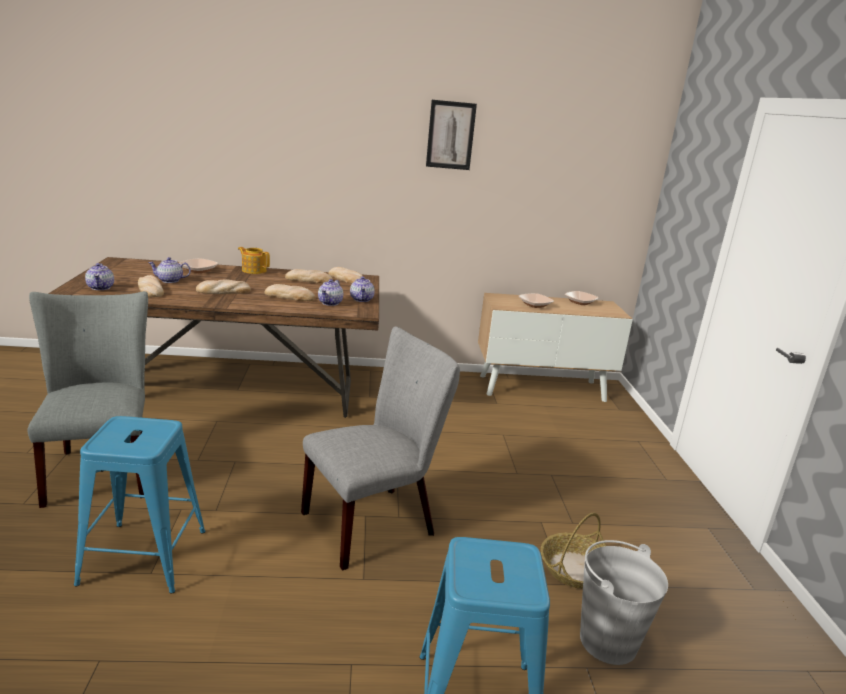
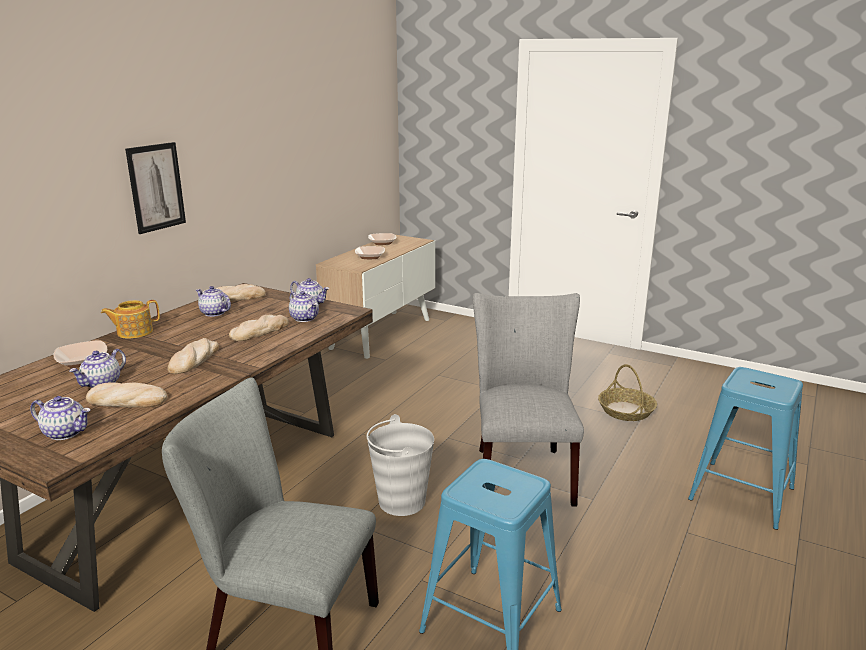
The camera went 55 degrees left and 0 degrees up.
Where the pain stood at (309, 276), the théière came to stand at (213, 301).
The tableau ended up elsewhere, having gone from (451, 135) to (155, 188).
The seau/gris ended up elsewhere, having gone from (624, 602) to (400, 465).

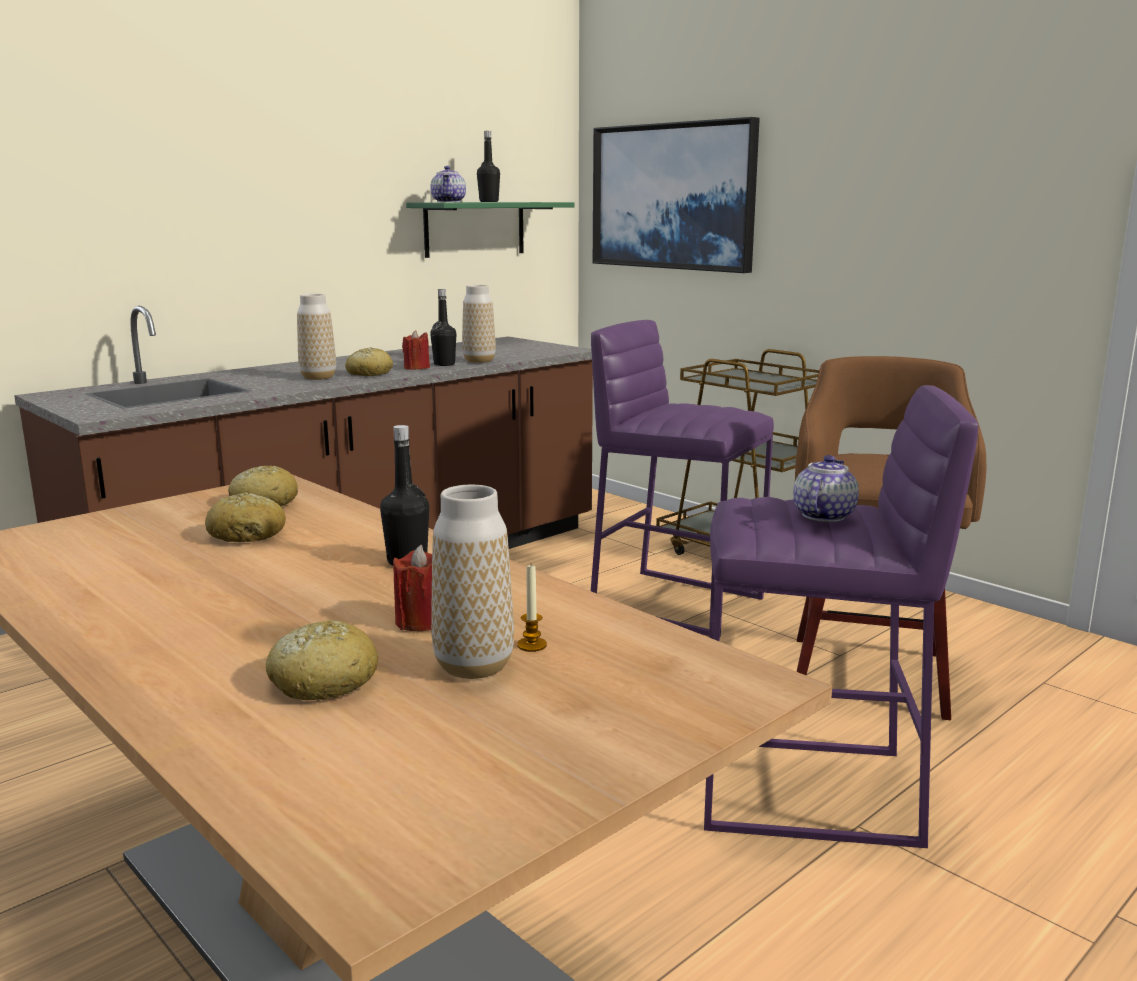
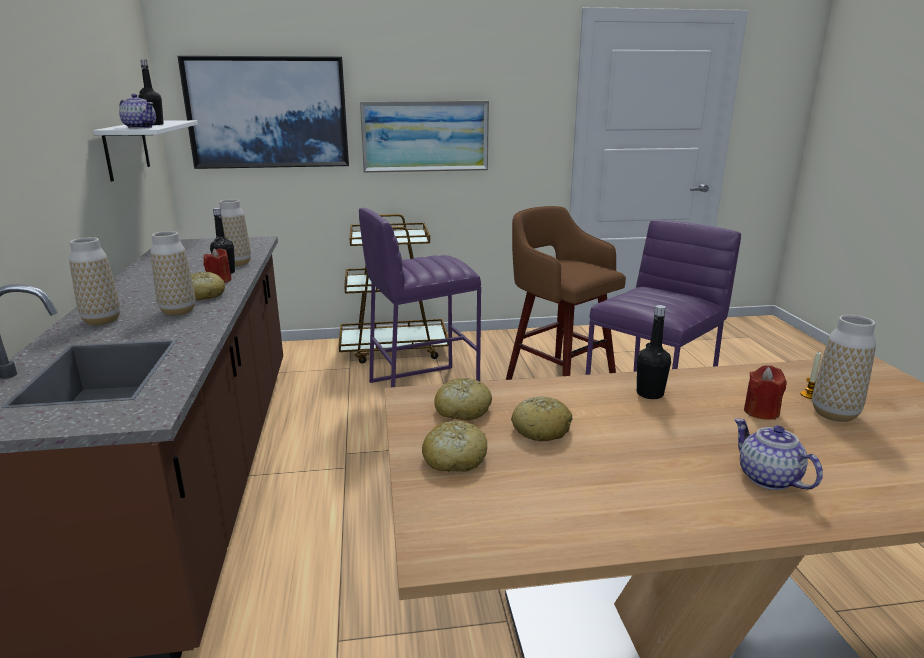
The camera went 55 degrees left and 5 degrees up.
The pain ended up elsewhere, having gone from (322, 660) to (454, 446).
What was the étagère/vert at (490, 230) turned into the étagère/blanc at (145, 150).
The théière ended up elsewhere, having gone from (826, 488) to (778, 454).
The second view gained the vase at (94, 281).
The second view gained the tableau at (424, 137).

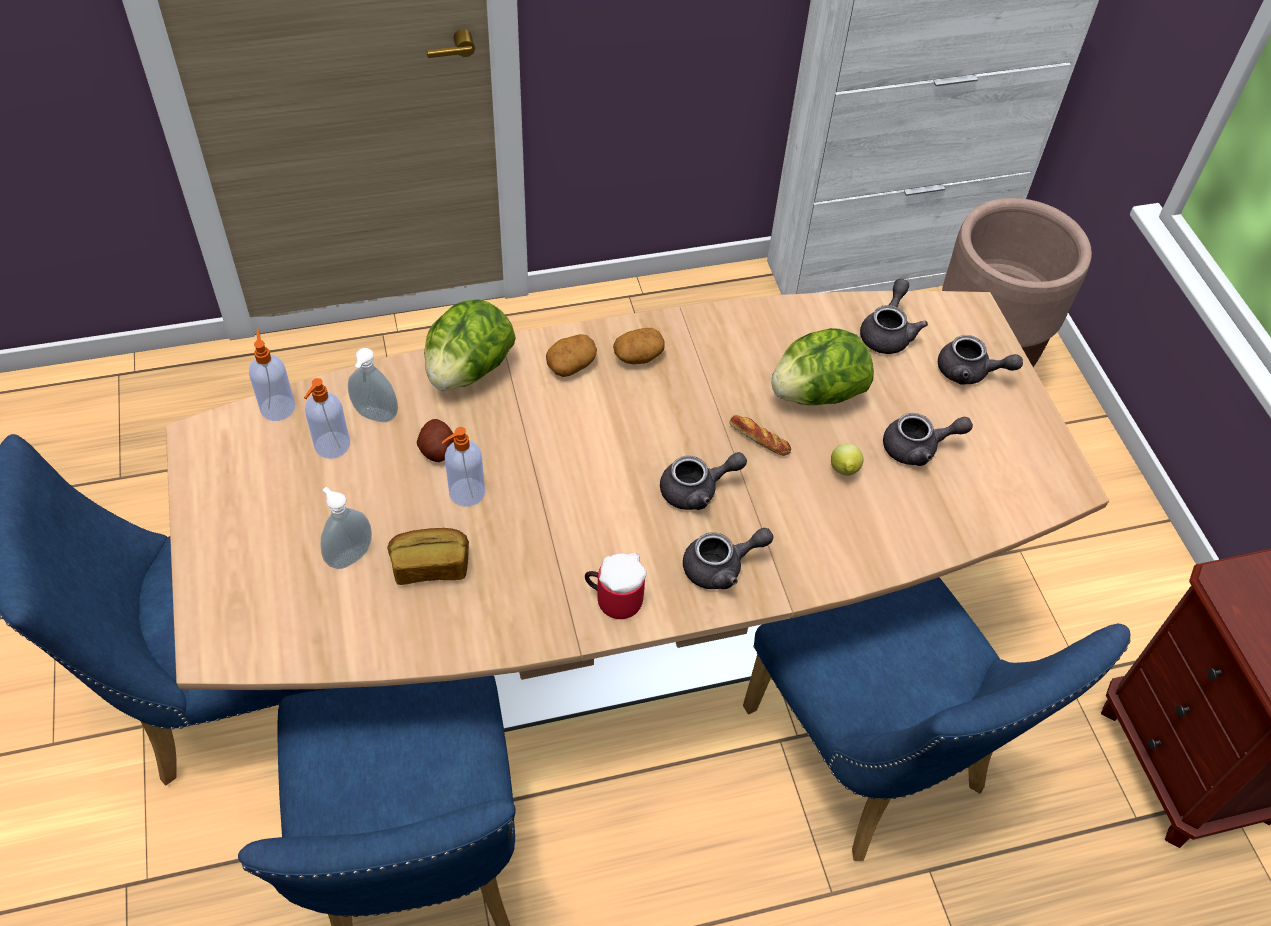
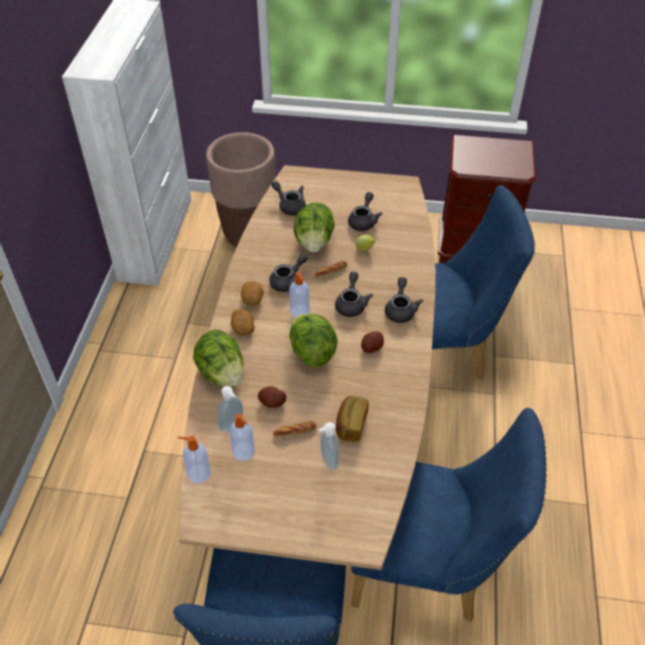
The camera went 65 degrees left and 5 degrees down.
The distributeur de savon ended up elsewhere, having gone from (463, 467) to (299, 294).
The second view lost the mug at (615, 586).
The théière/gris ended up elsewhere, having gone from (980, 360) to (288, 272).
The second view gained the pain at (294, 429).
The second view gained the laitue at (314, 340).
The second view gained the pomme de terre at (372, 342).

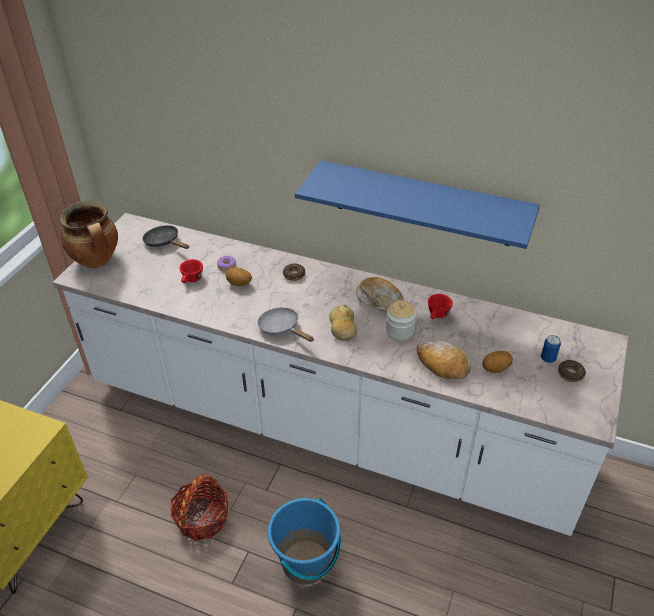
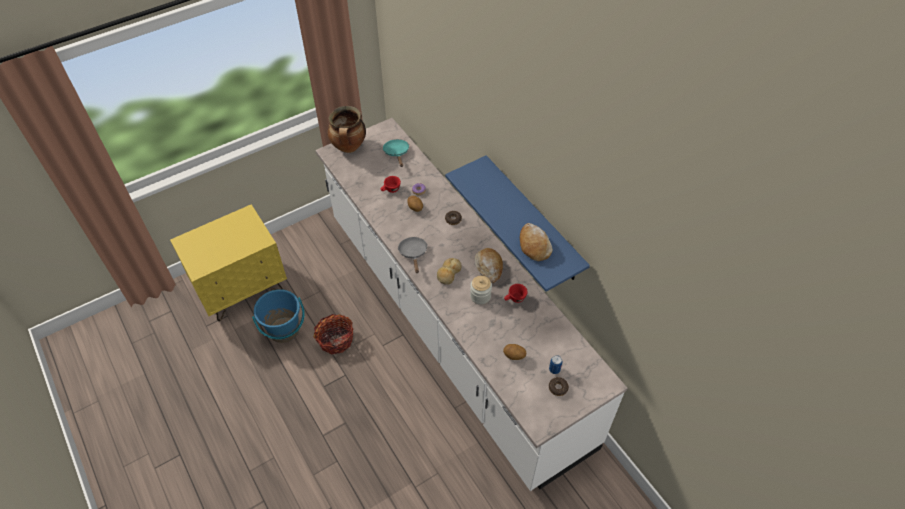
The camera went 35 degrees right and 10 degrees up.
What was the poêle/noir at (165, 237) turned into the poêle/turquoise at (396, 153).
The seau/bleu ended up elsewhere, having gone from (304, 541) to (278, 316).
The pain ended up elsewhere, having gone from (444, 360) to (536, 242).

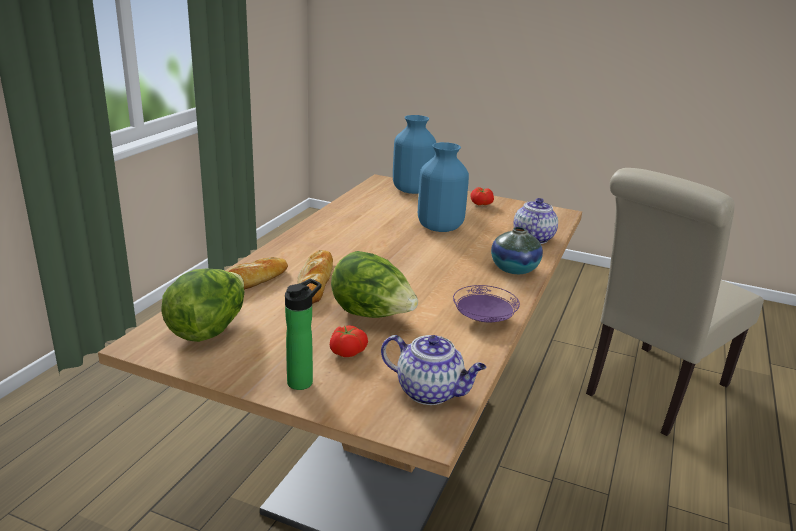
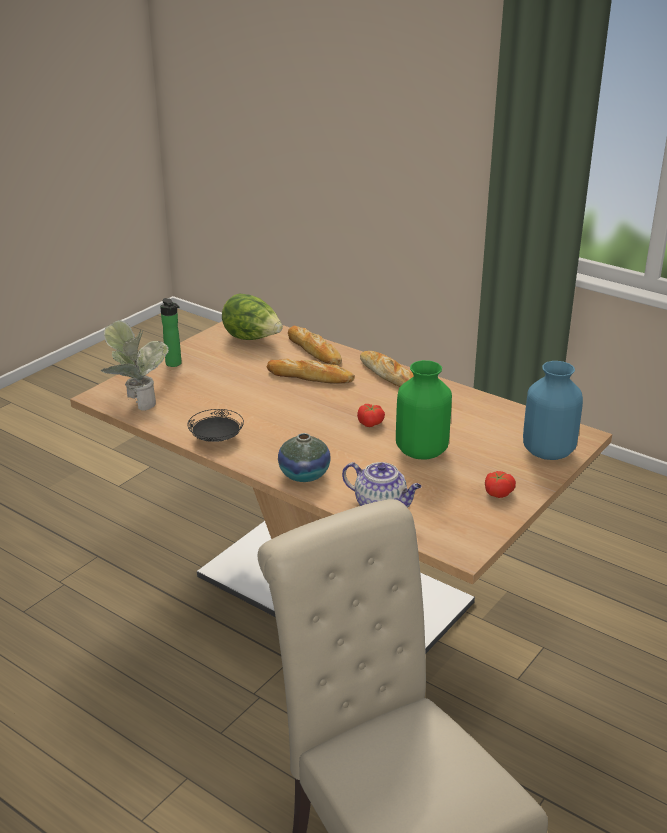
The camera went 105 degrees right and 5 degrees up.
The tomate ended up elsewhere, having gone from (349, 341) to (371, 415).
The second view lost the laitue at (374, 284).
Where the théière stood at (433, 370), the plante en pot came to stand at (134, 365).
What was the vase/bleu at (443, 187) turned into the vase/vert at (424, 410).
What was the assiette/violet at (486, 304) turned into the assiette/noir at (215, 425).
The second view gained the pain at (387, 369).

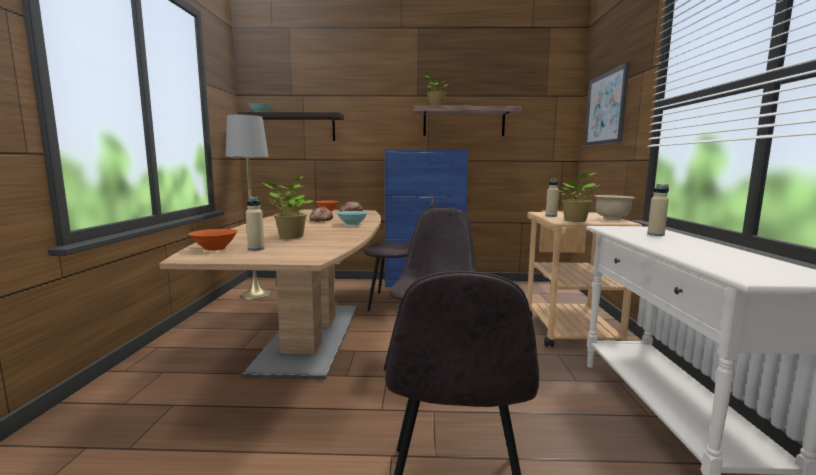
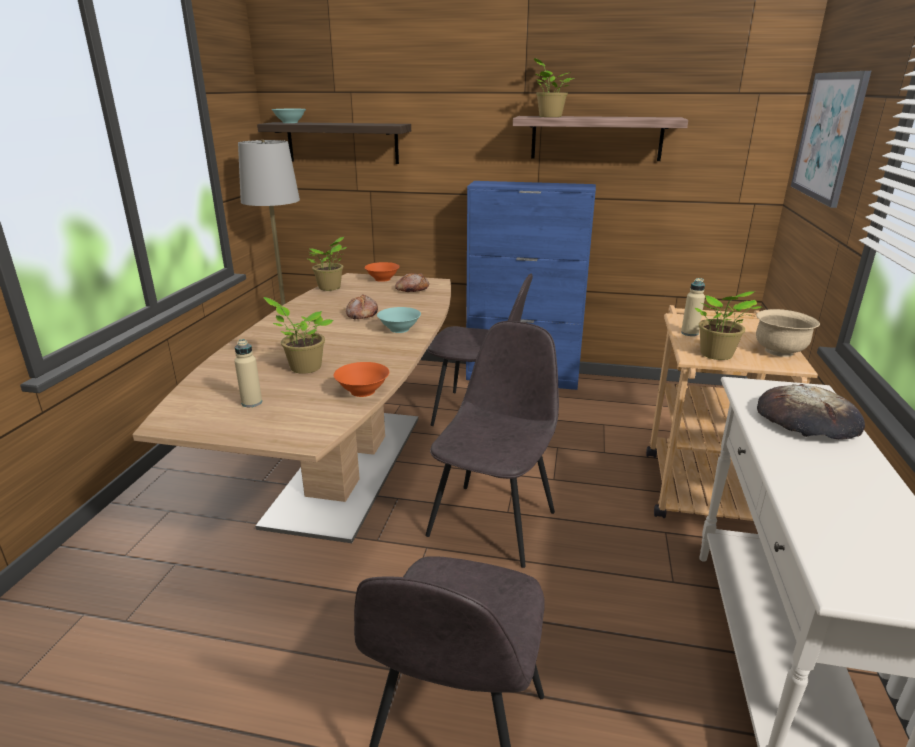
The camera went 10 degrees right and 15 degrees up.
The bol/orange ended up elsewhere, having gone from (213, 240) to (361, 379).
Where the bouteille/beige stood at (658, 210), the pain came to stand at (811, 411).

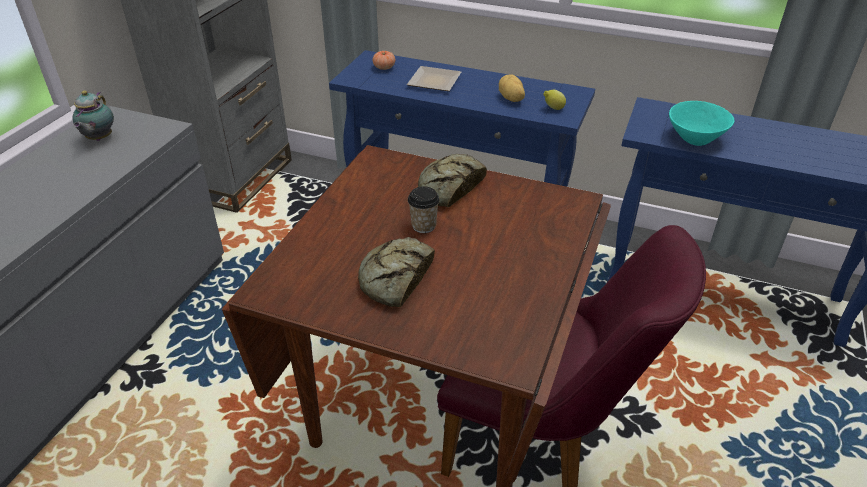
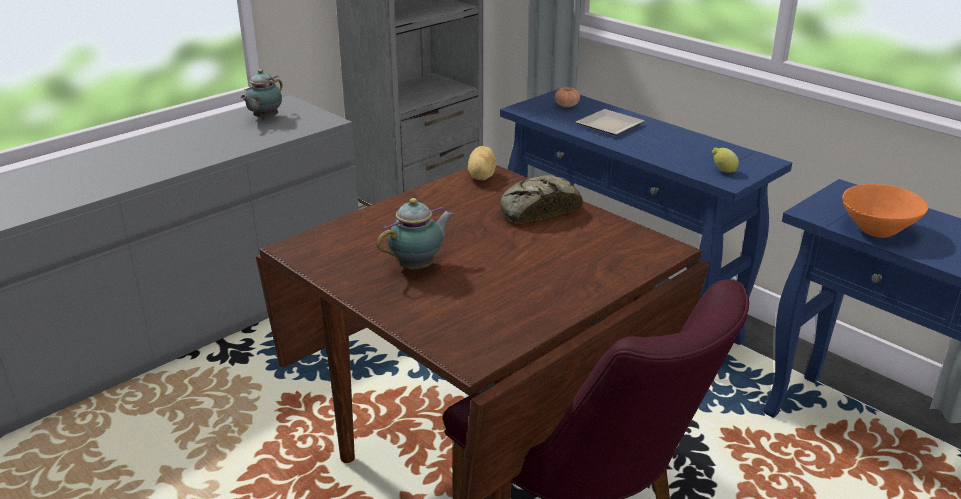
The camera went 25 degrees right and 10 degrees down.
Where the pain stood at (396, 272), the théière came to stand at (415, 234).
The second view lost the tasse at (424, 209).
The pomme de terre ended up elsewhere, having gone from (512, 88) to (482, 163).
What was the bol/turquoise at (702, 123) turned into the bol/orange at (885, 211).

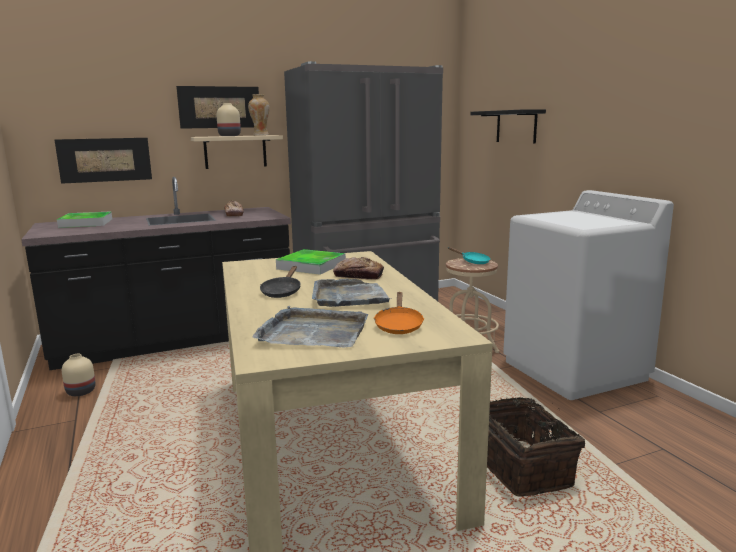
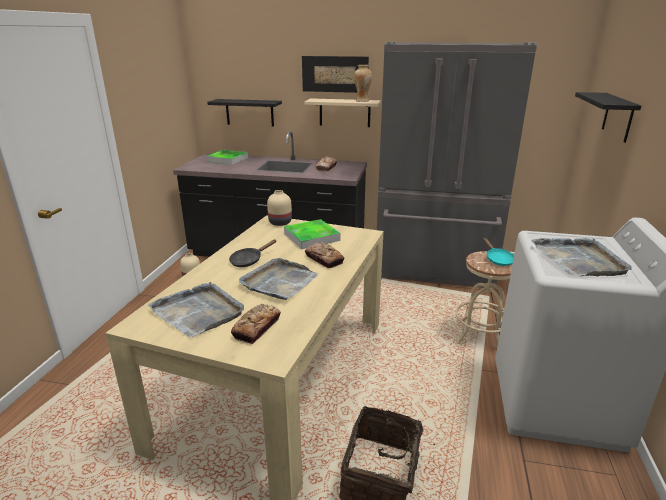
The camera went 35 degrees right and 10 degrees up.
Where the tableau hung at (103, 161), the étagère/noir came to hang at (244, 113).
The vase/beige ended up elsewhere, having gone from (228, 119) to (279, 208).
Where the poêle/orange stood at (399, 313), the pain came to stand at (256, 324).
The second view gained the plateau/gris at (581, 257).

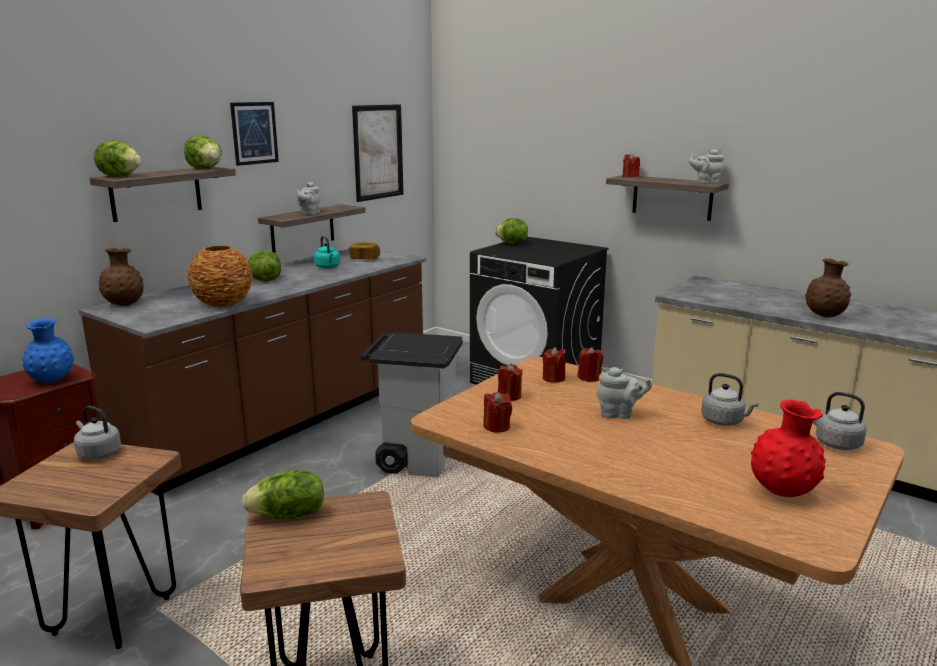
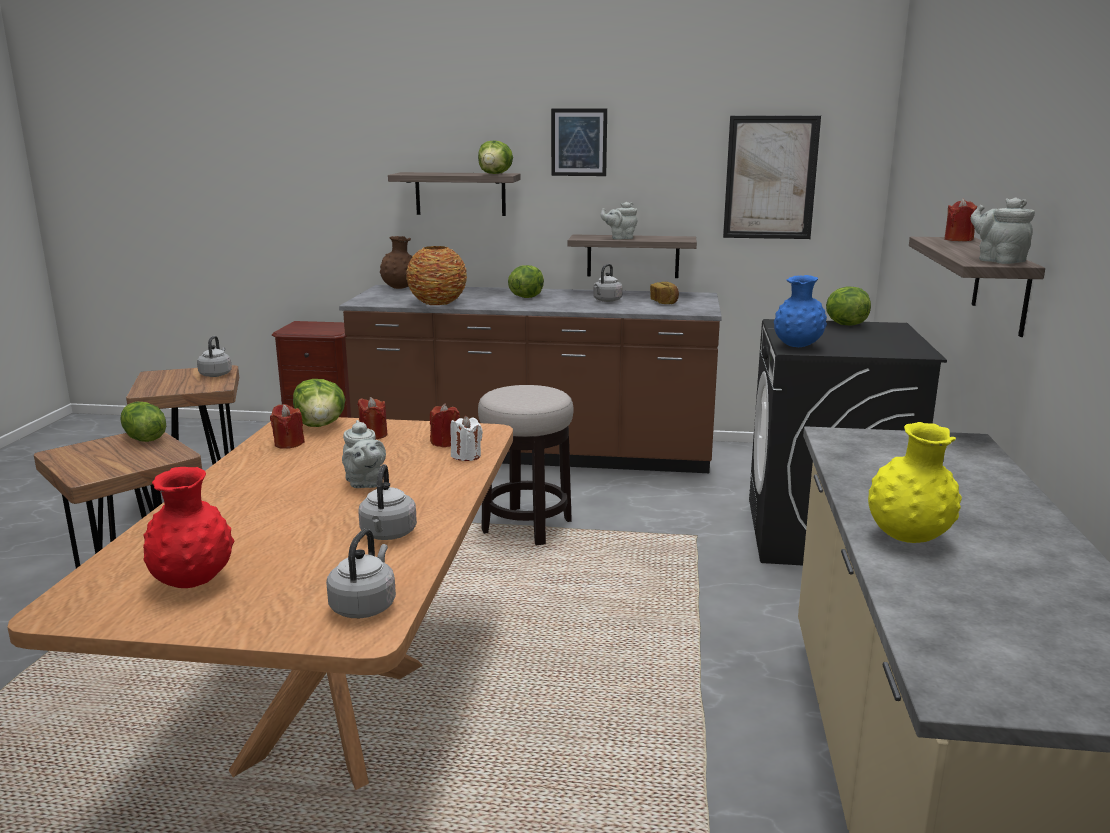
The camera went 60 degrees right and 0 degrees up.
The vase/bleu ended up elsewhere, having gone from (48, 350) to (800, 311).
The laitue ended up elsewhere, having gone from (118, 158) to (319, 403).
What was the bouilloire/turquoise at (327, 252) turned into the bouilloire/gris at (608, 283).
Where the poubelle/gris stood at (411, 405), the tabouret came to stand at (526, 465).
What was the bougie/rouge at (591, 364) turned into the bougie/blanc at (466, 438).
What was the vase/marron at (828, 287) turned into the vase/jaune at (915, 482).

